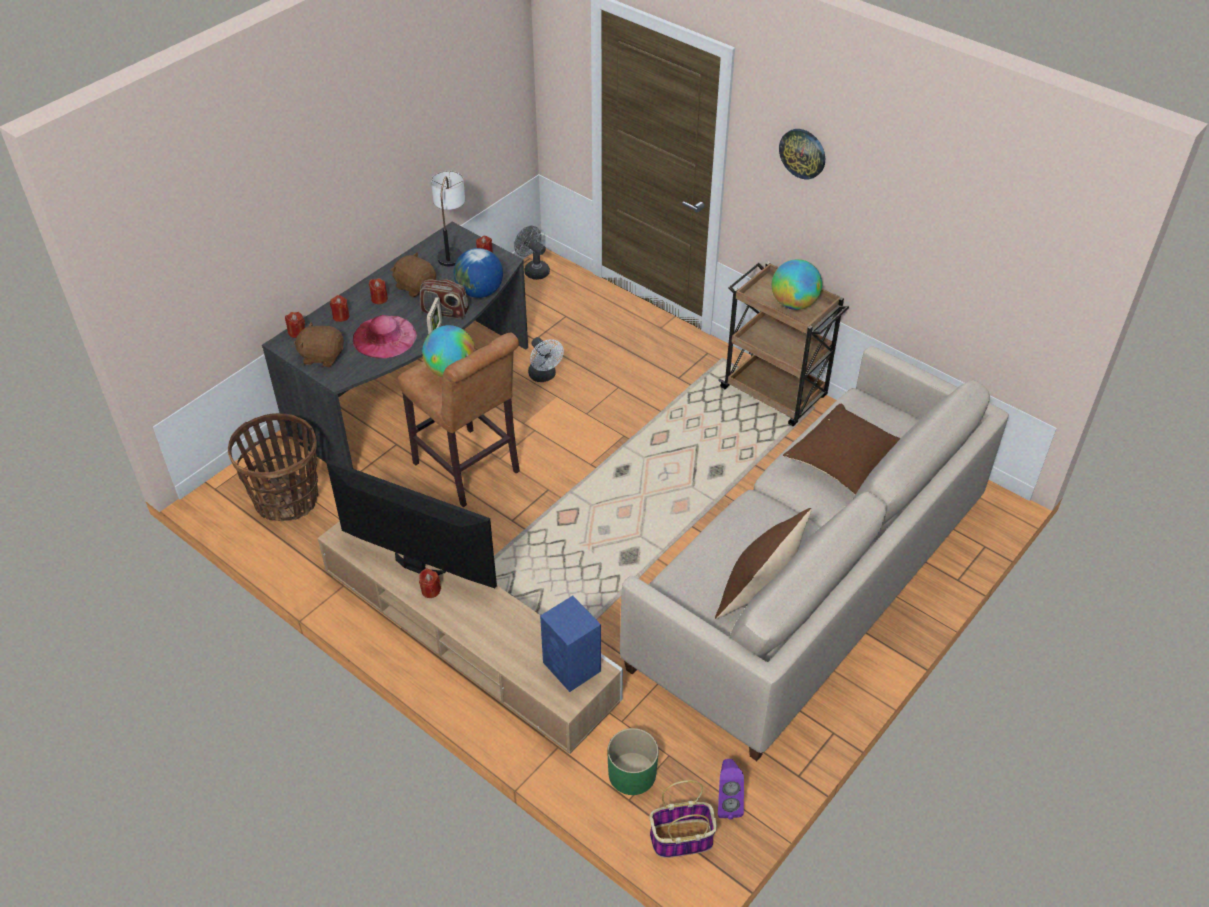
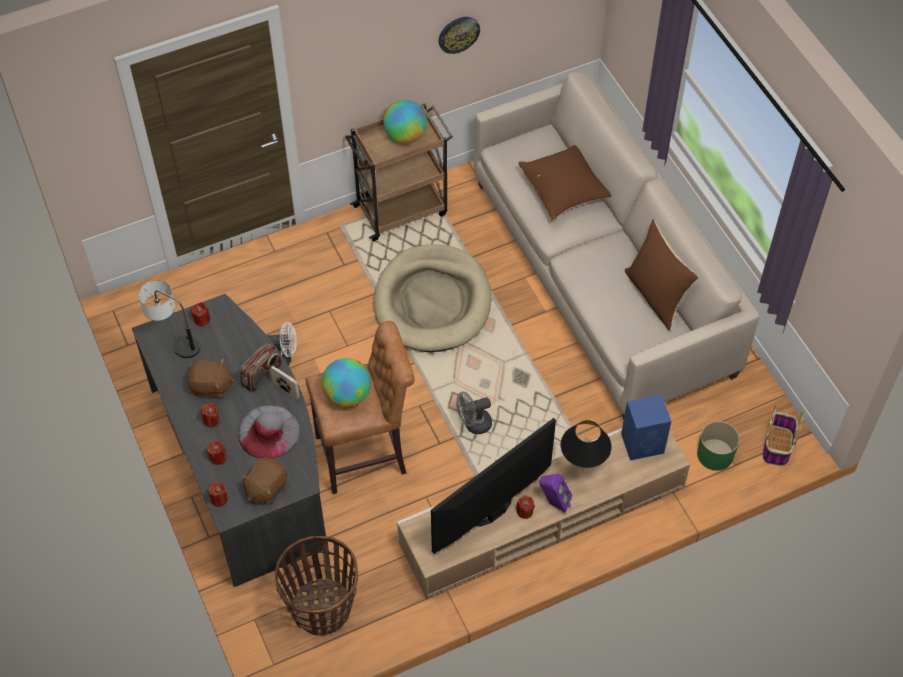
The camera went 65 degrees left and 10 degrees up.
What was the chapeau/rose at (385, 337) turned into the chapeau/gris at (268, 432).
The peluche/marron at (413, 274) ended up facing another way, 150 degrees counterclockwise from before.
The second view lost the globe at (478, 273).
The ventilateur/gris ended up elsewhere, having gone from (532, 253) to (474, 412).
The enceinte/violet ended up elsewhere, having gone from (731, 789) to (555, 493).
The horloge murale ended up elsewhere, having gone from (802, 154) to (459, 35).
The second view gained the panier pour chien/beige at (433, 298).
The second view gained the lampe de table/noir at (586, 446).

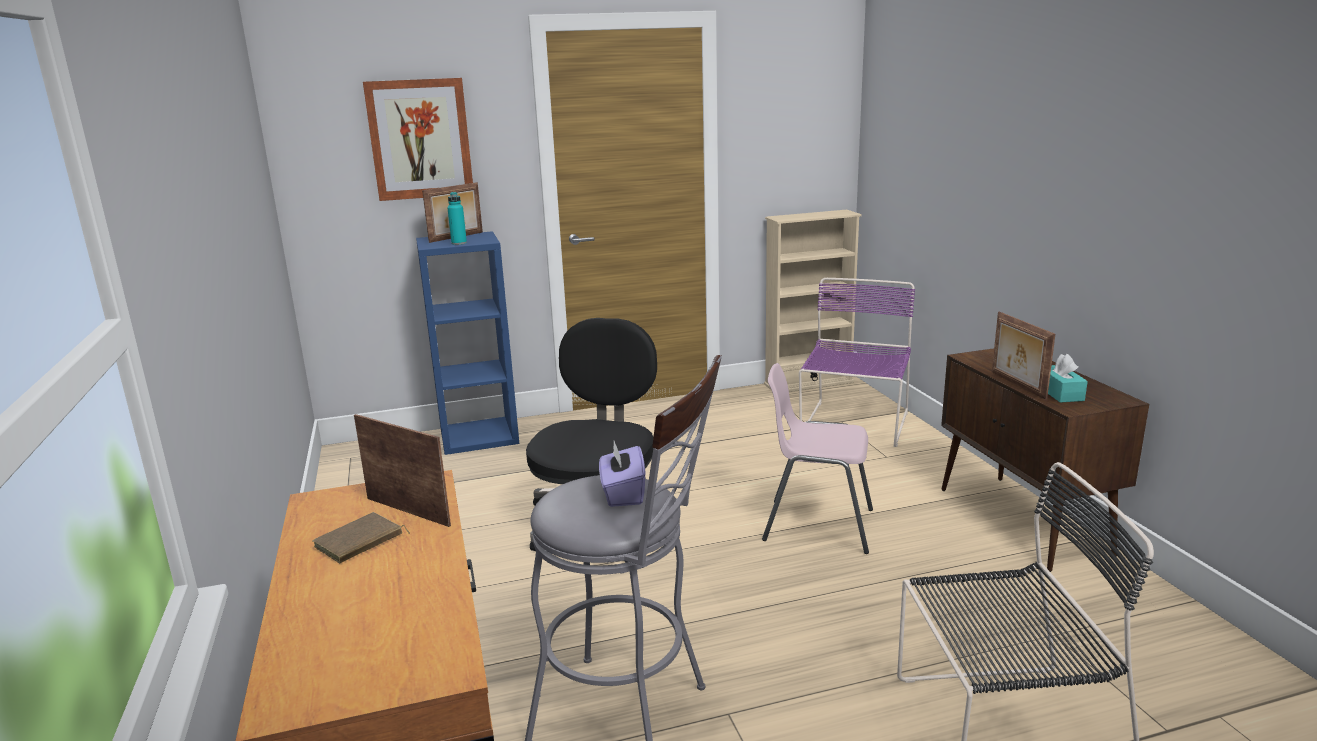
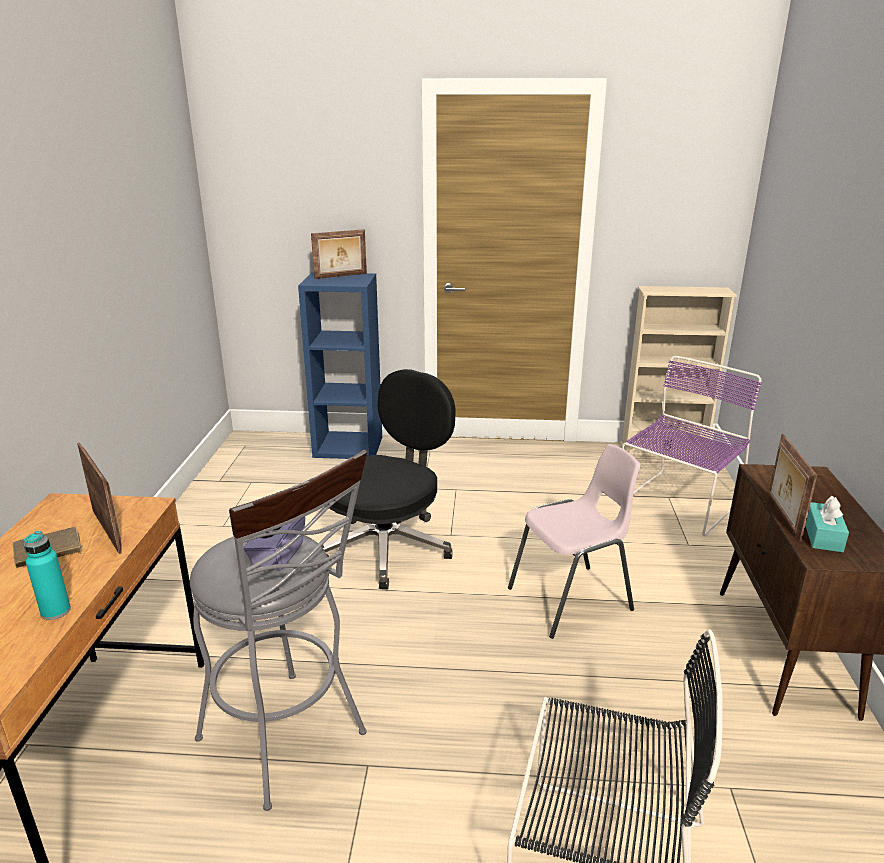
The camera went 20 degrees right and 5 degrees up.
The second view lost the tableau at (418, 139).
The bouteille/turquoise ended up elsewhere, having gone from (457, 218) to (47, 575).
The chaise/rose at (817, 458) ended up facing another way, 120 degrees clockwise from before.

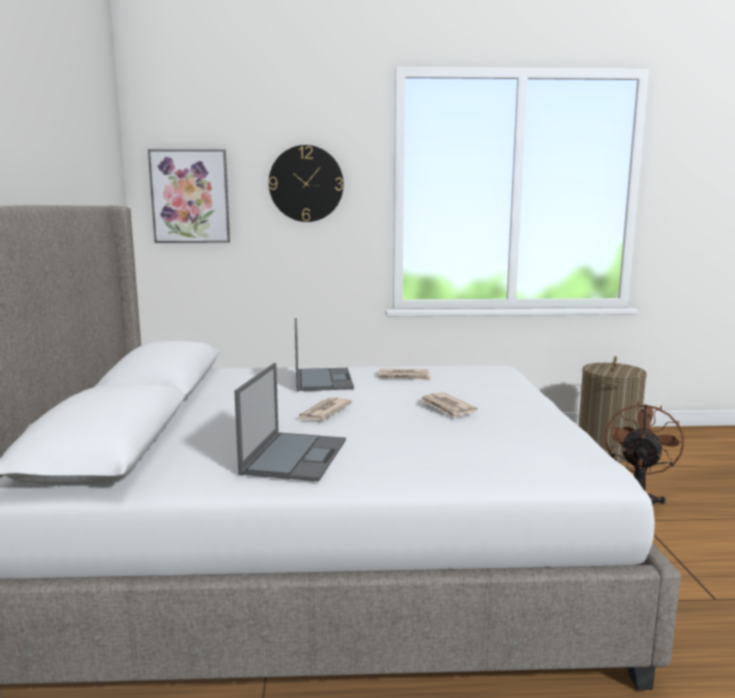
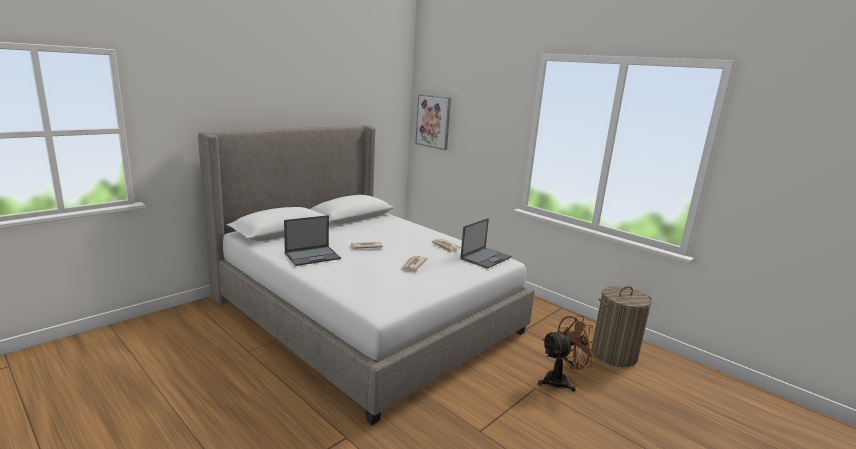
The camera went 45 degrees right and 5 degrees up.
The second view lost the horloge murale at (306, 183).
The ordinateur portable ended up elsewhere, having gone from (324, 354) to (485, 243).

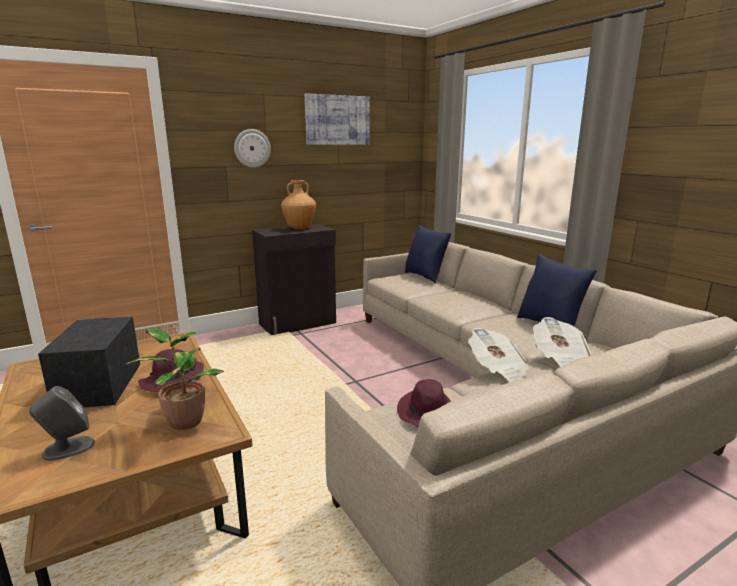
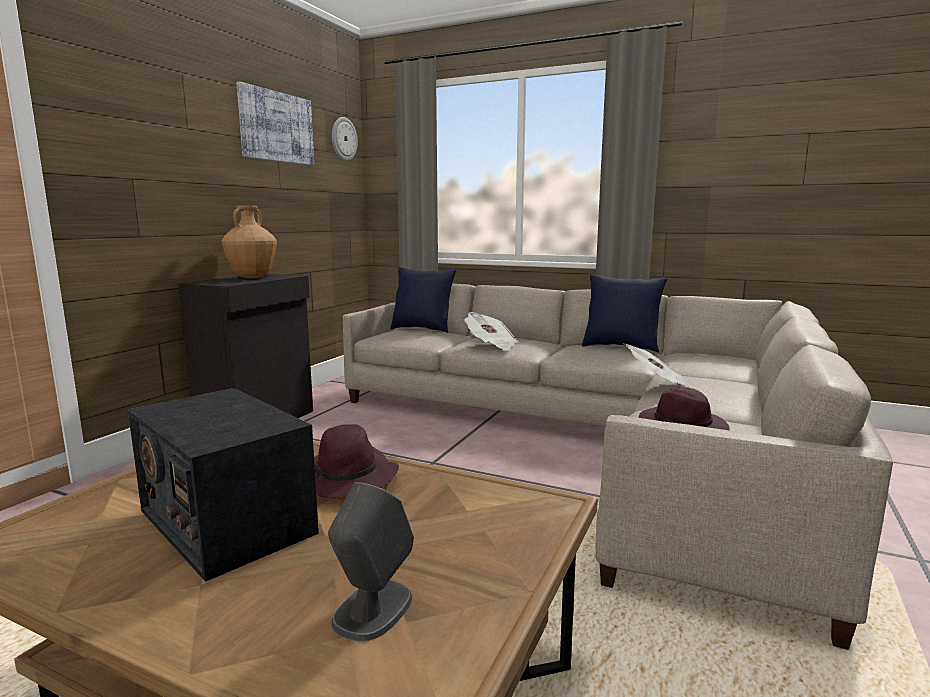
The camera went 35 degrees left and 5 degrees down.
The second view lost the plante en pot at (175, 379).
The horloge murale ended up elsewhere, having gone from (252, 148) to (345, 139).
The journal ended up elsewhere, having gone from (562, 342) to (491, 331).

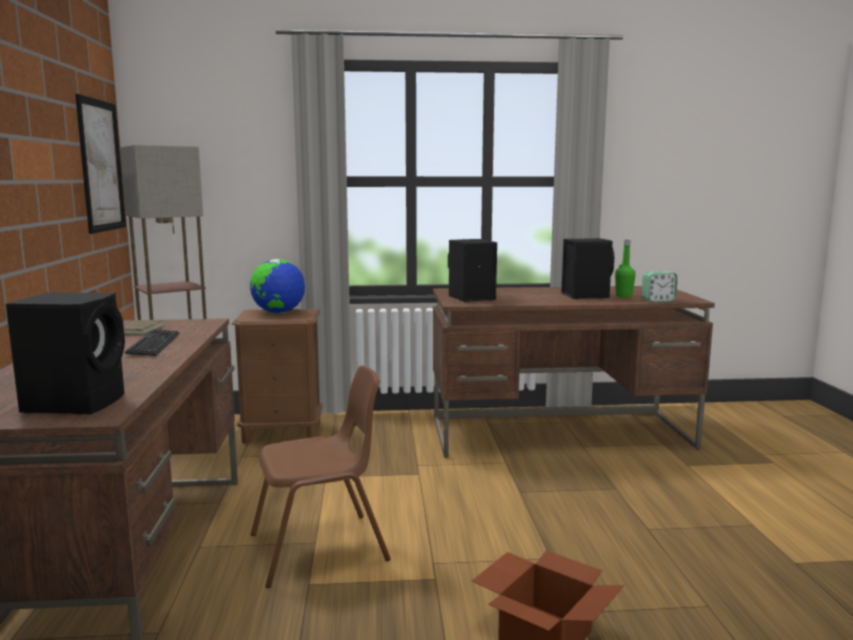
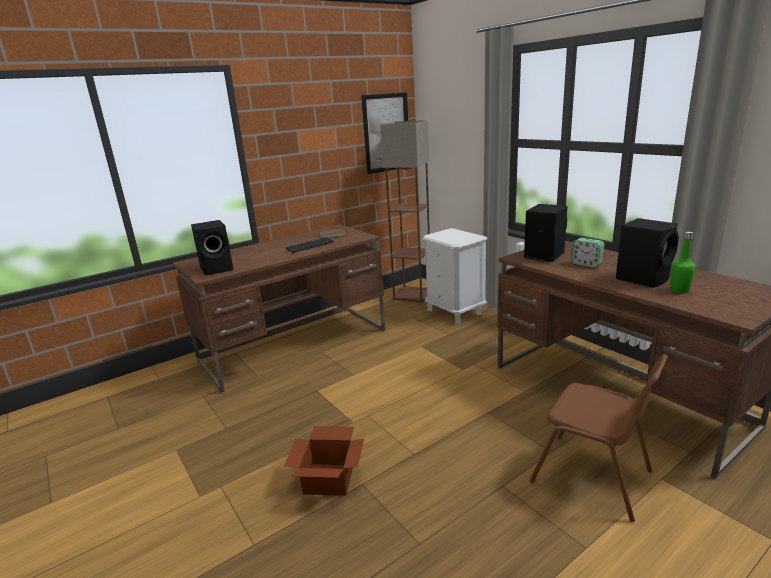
The camera went 60 degrees right and 10 degrees up.
What was the table de chevet/marron at (277, 376) turned into the table de chevet/blanc at (455, 276).
The second view lost the globe at (277, 286).
The chaise/marron ended up elsewhere, having gone from (321, 476) to (599, 438).
The réveil ended up elsewhere, having gone from (660, 286) to (588, 253).

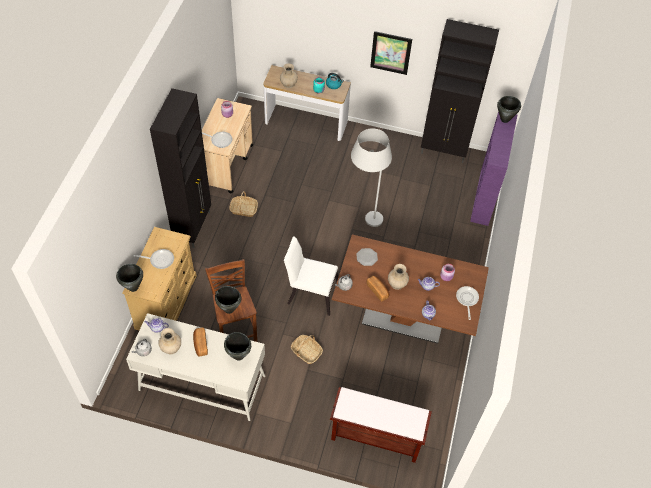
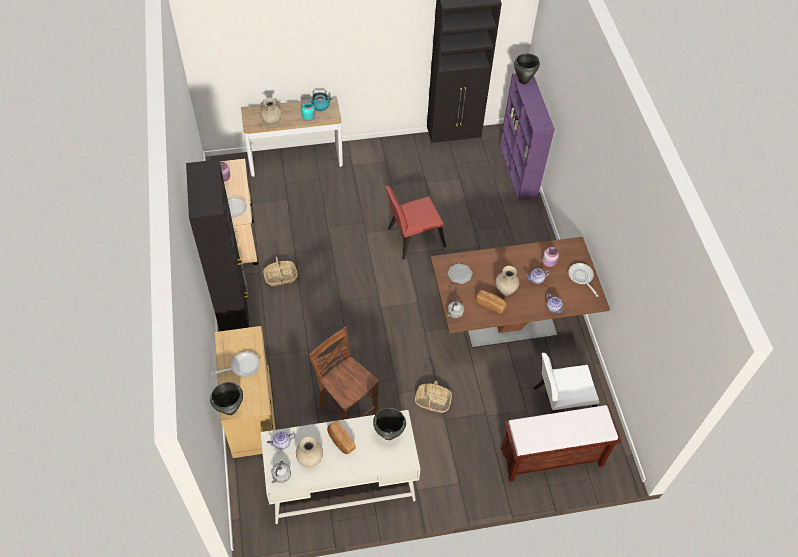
The camera went 25 degrees left and 0 degrees up.
The second view lost the marmite/noir at (228, 300).
The chaise/blanc ended up elsewhere, having gone from (311, 276) to (566, 383).
Where the lampadaire/blanc stood at (371, 178), the chaise/rouge came to stand at (415, 222).
The second view lost the tableau at (391, 53).

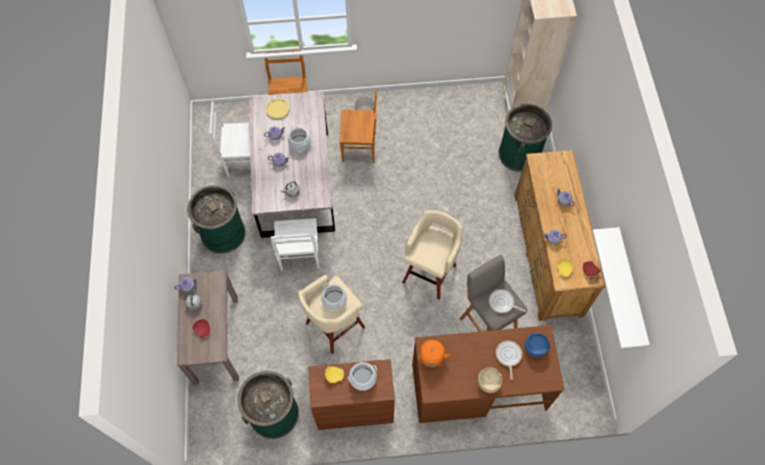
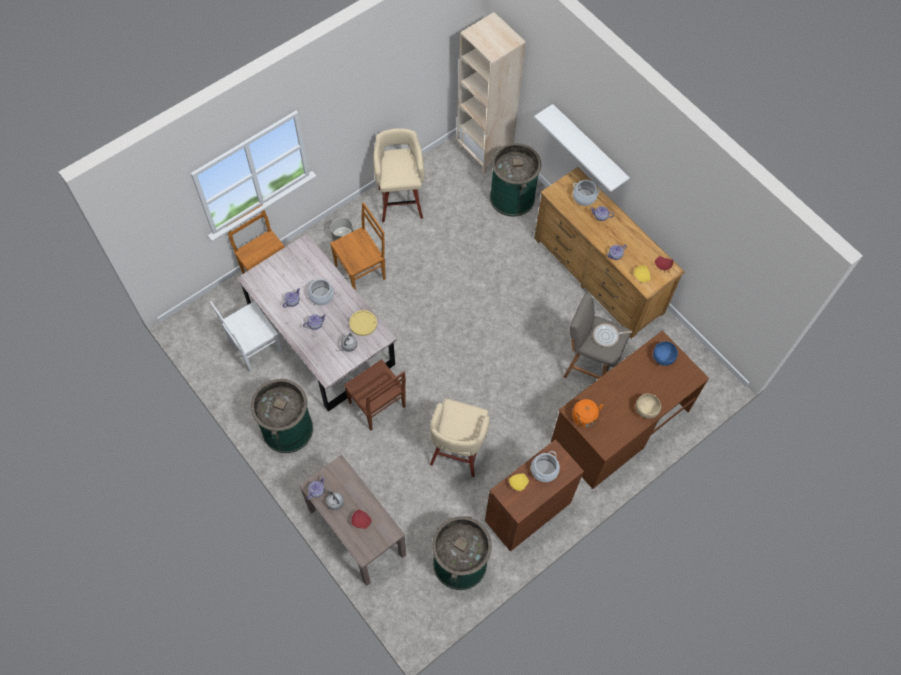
The camera went 35 degrees left and 0 degrees up.
The assiette/jaune ended up elsewhere, having gone from (278, 109) to (363, 323).
What was the chaise/blanc at (295, 244) turned into the chaise/marron at (375, 395).
The marmite ended up elsewhere, having gone from (334, 296) to (586, 193).
The tabouret/beige ended up elsewhere, having gone from (432, 255) to (399, 175).
The second view lost the poêle at (509, 360).
The étagère/blanc ended up elsewhere, having gone from (621, 287) to (582, 148).

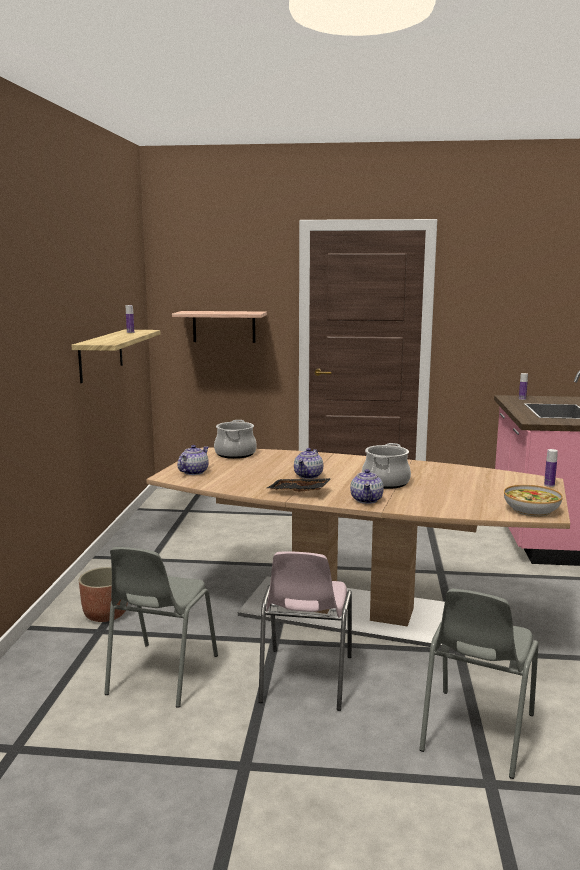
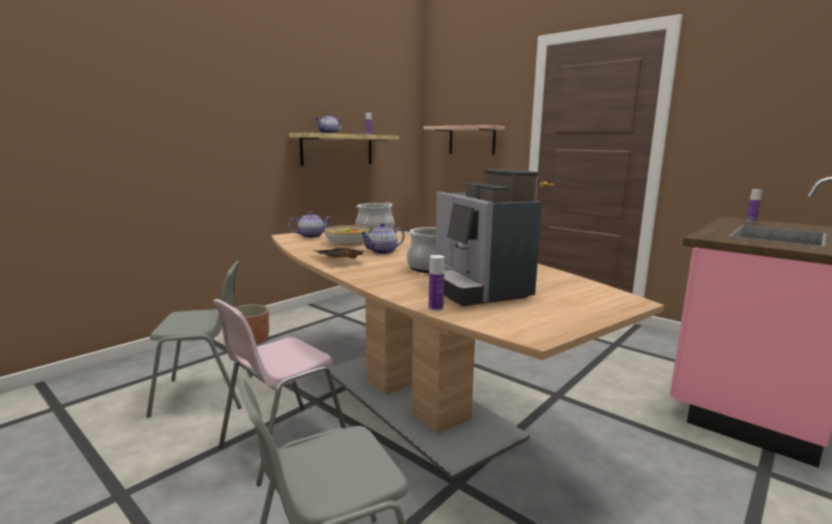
The camera went 35 degrees right and 0 degrees up.
The chaise/gris at (161, 627) ended up facing another way, 150 degrees counterclockwise from before.
The théière ended up elsewhere, having gone from (367, 486) to (329, 124).
The bol ended up elsewhere, having gone from (533, 501) to (346, 235).
The bouteille ended up elsewhere, having gone from (551, 468) to (436, 283).
The second view gained the machine à café at (488, 237).

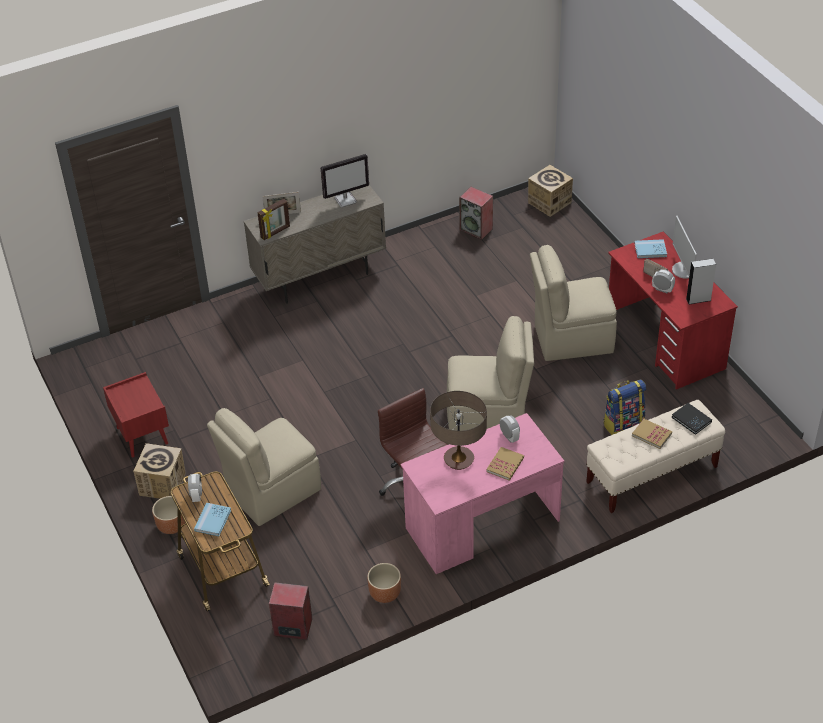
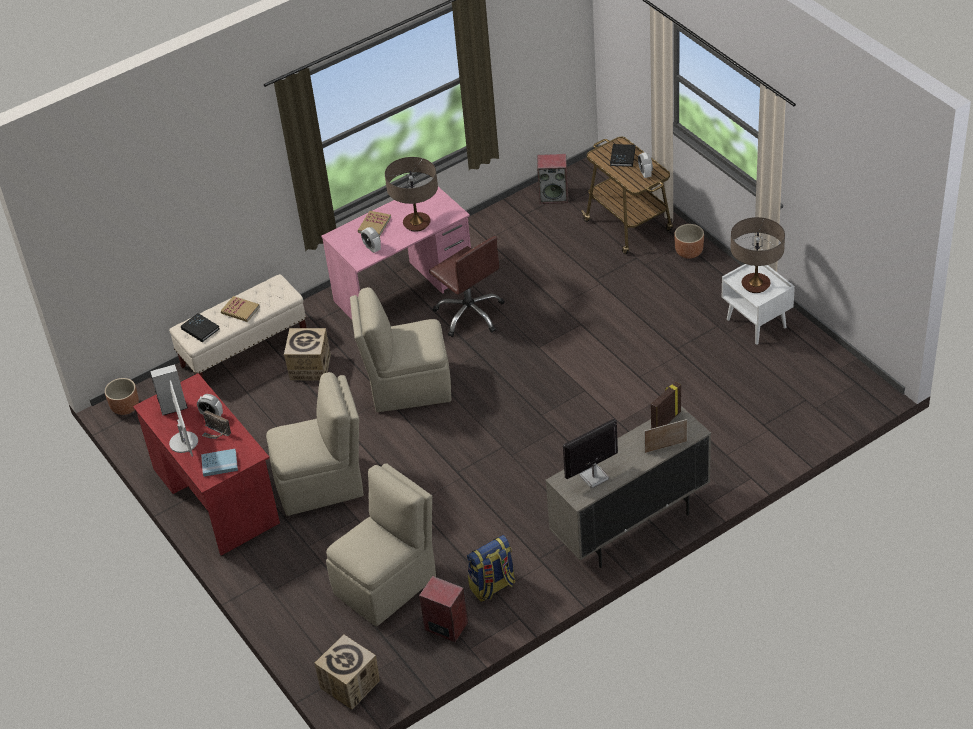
The camera went 175 degrees right and 0 degrees up.
What was the table de chevet/rouge at (136, 414) turned into the table de chevet/blanc at (758, 304).
The carton ended up elsewhere, having gone from (159, 471) to (307, 354).
What was the livre/bleu at (212, 519) turned into the livre/noir at (623, 155).
The chaise/beige ended up elsewhere, having gone from (264, 467) to (381, 544).
The cache-pot/marron ended up elsewhere, having gone from (384, 583) to (122, 396).
The sac à dos ended up elsewhere, having gone from (624, 407) to (491, 568).
The second view gained the lampe de table at (758, 255).

